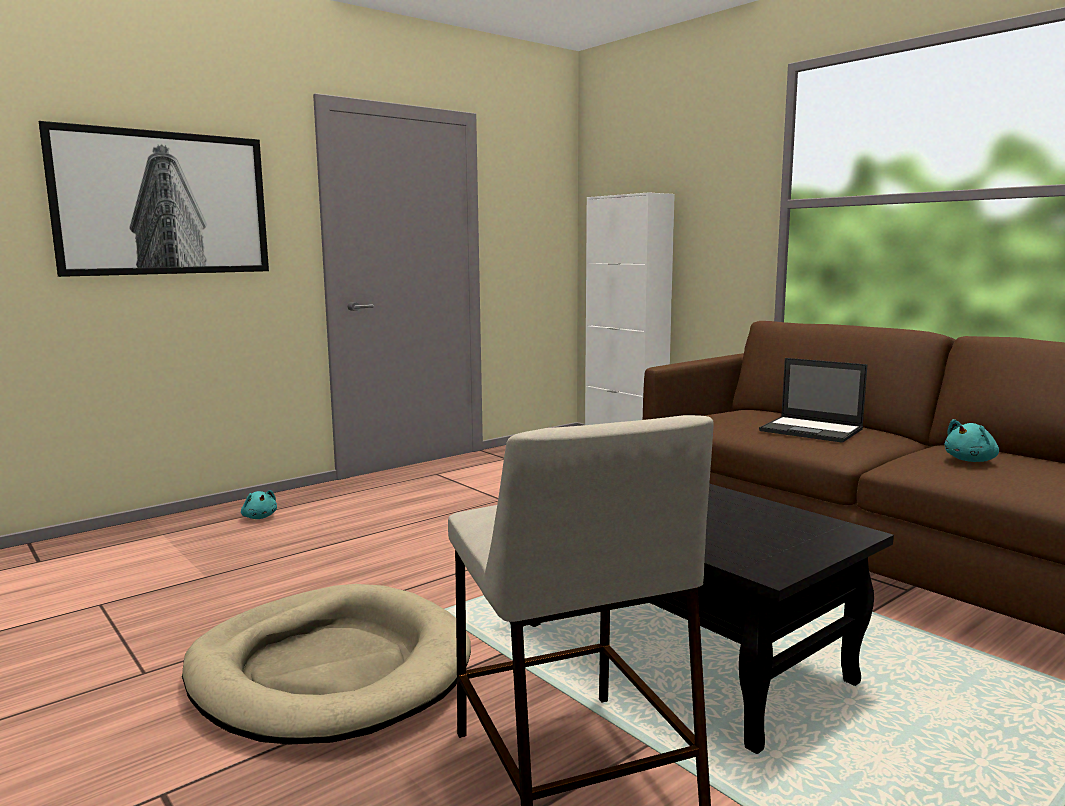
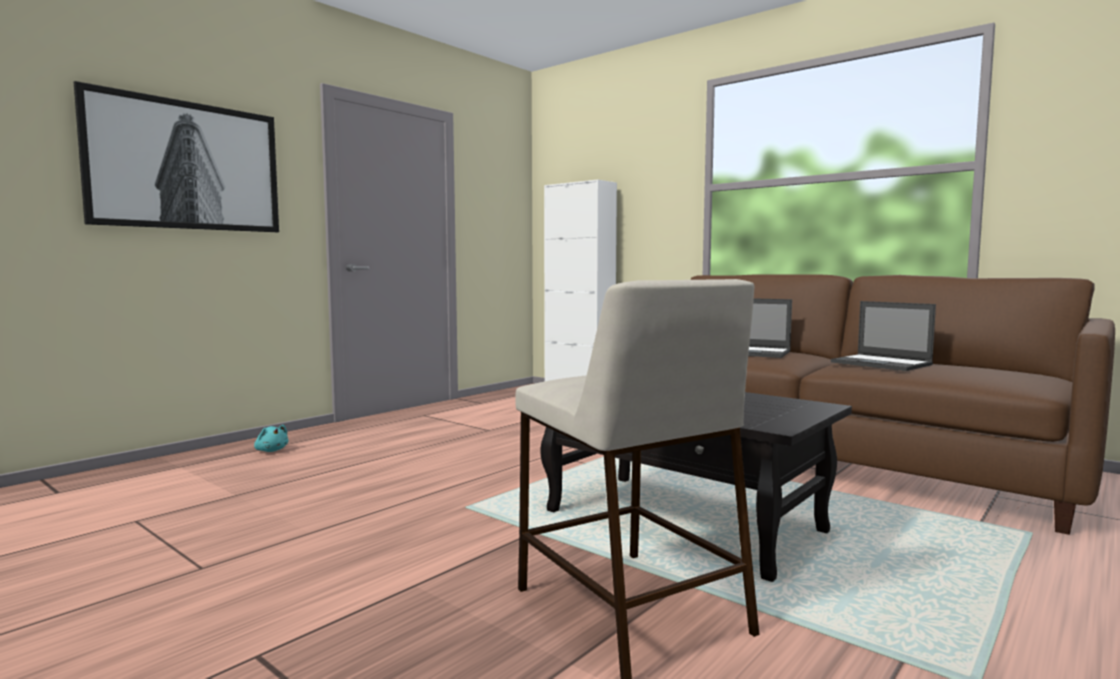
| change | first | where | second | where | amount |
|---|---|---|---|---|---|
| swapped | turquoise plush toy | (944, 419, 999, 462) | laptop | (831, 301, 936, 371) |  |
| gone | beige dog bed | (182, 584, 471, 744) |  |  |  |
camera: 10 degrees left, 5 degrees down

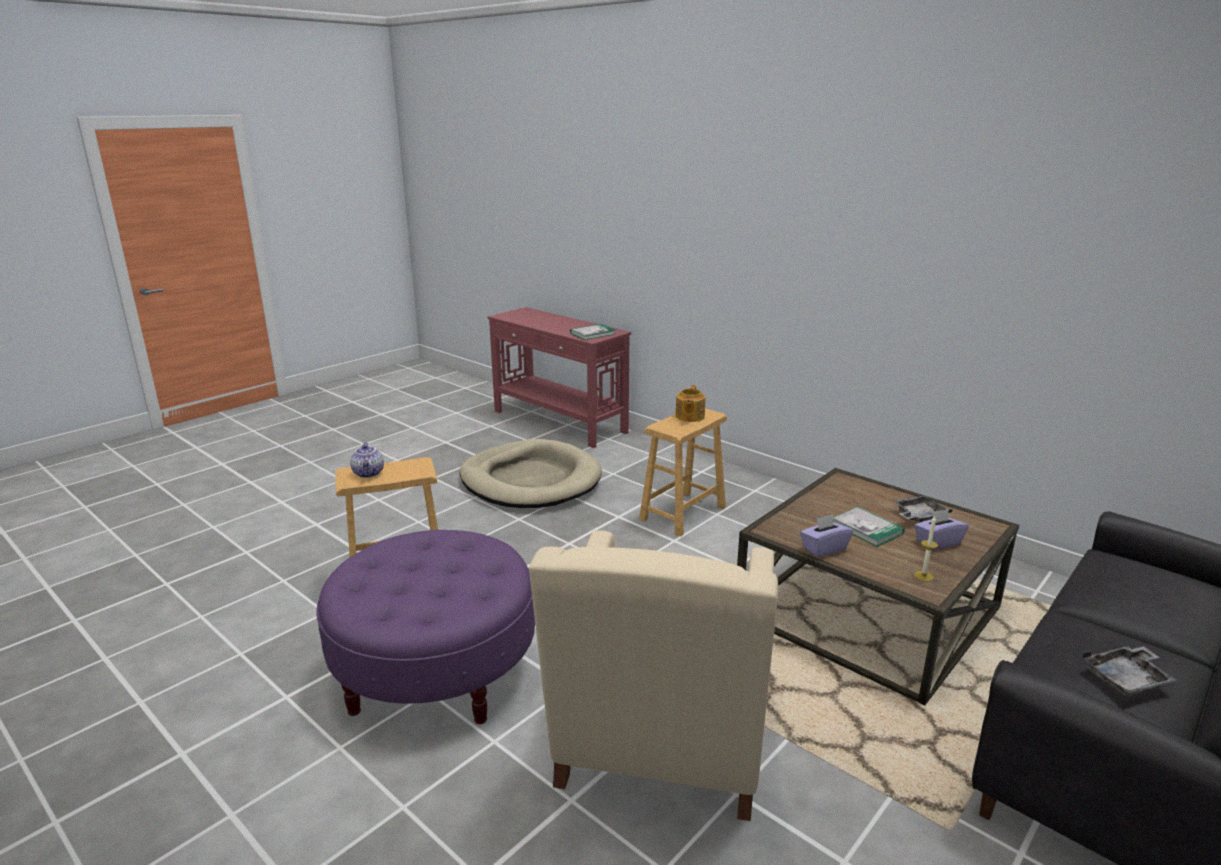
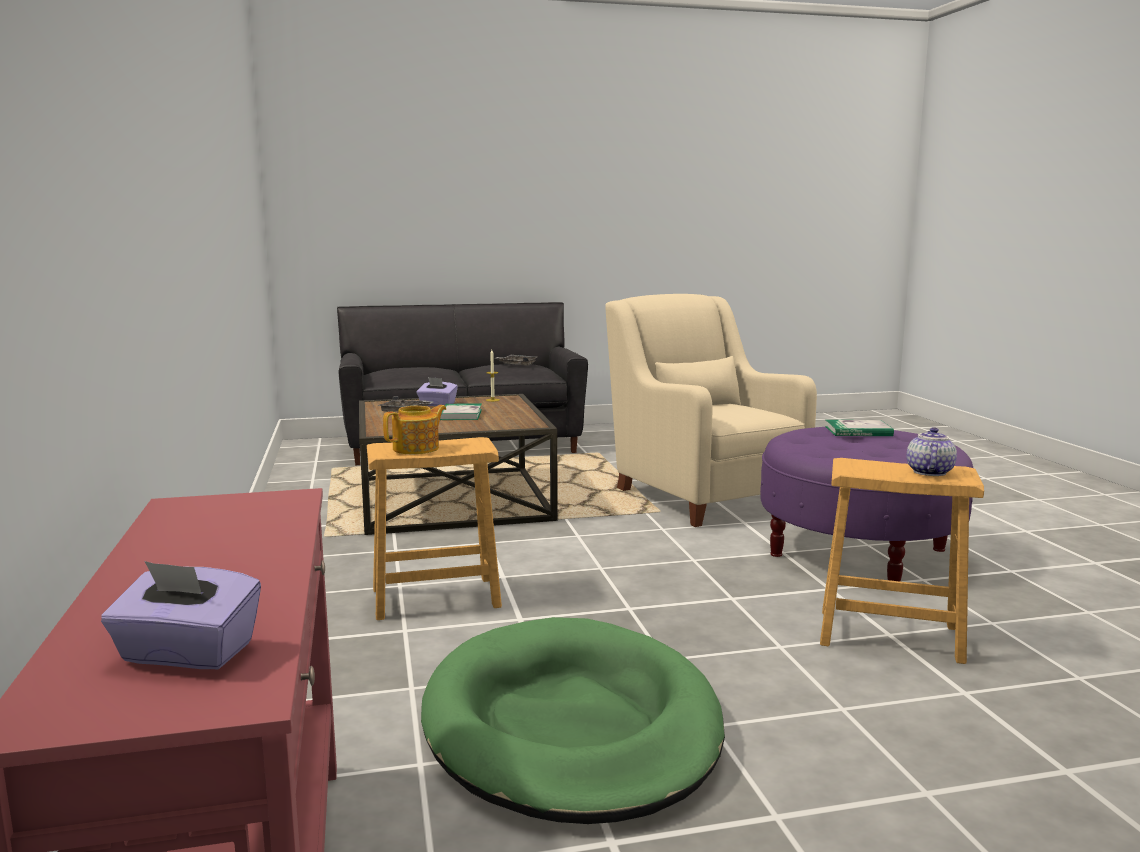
| change | first | where | second | where | amount |
|---|---|---|---|---|---|
| shifted | book | (570, 324, 615, 340) |  | (825, 420, 894, 436) |  |
| repainted | beige dog bed | (459, 439, 602, 508) | green dog bed | (421, 617, 725, 824) |  |
| shifted | purple tissue box | (800, 514, 853, 557) |  | (101, 561, 261, 669) |  |
| rotated | beige armchair | (529, 530, 778, 821) |  | (605, 294, 817, 527) | 75 degrees counterclockwise |
camera: 145 degrees left, 10 degrees down

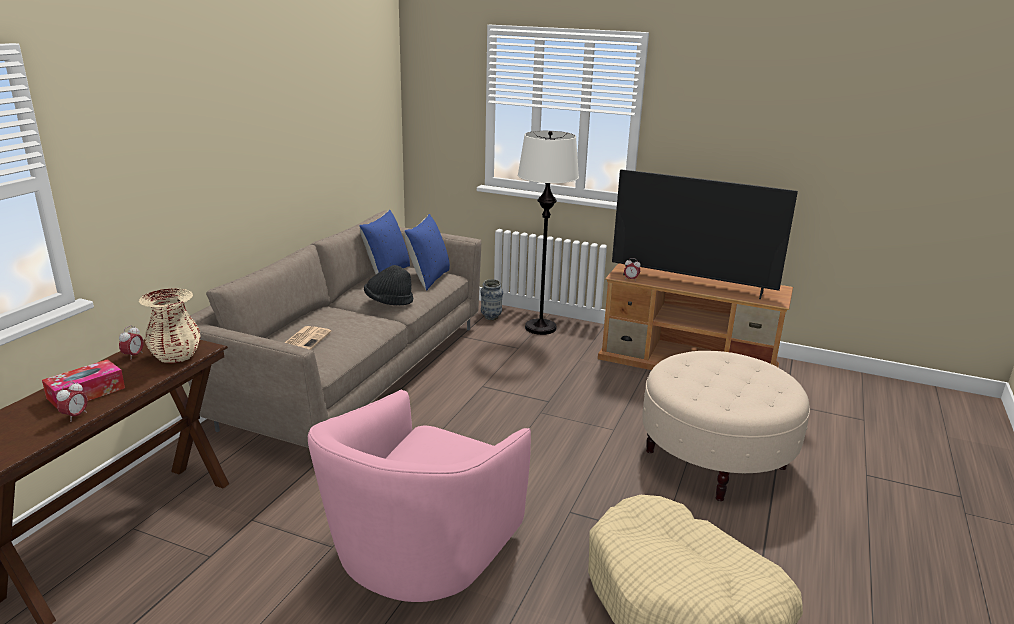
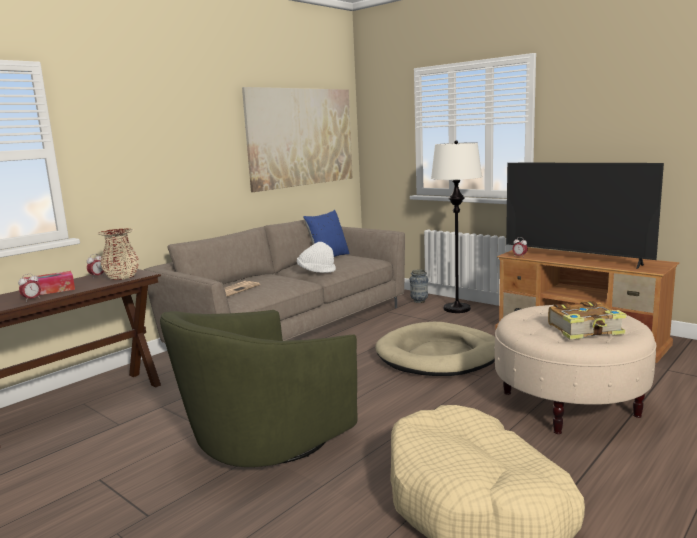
| change | first | where | second | where | amount |
|---|---|---|---|---|---|
| gone | blue pillow | (404, 214, 450, 291) |  |  |  |
| repainted | black hat | (364, 265, 413, 305) | white hat | (297, 242, 336, 273) |  |
| repainted | pink armchair | (308, 389, 531, 602) | green armchair | (160, 310, 358, 467) |  |
| new |  |  | picture | (242, 87, 353, 192) |  |
| new |  |  | book | (548, 301, 626, 339) |  |
| new |  |  | beige dog bed | (375, 322, 495, 376) |  |
camera: 20 degrees right, 10 degrees down

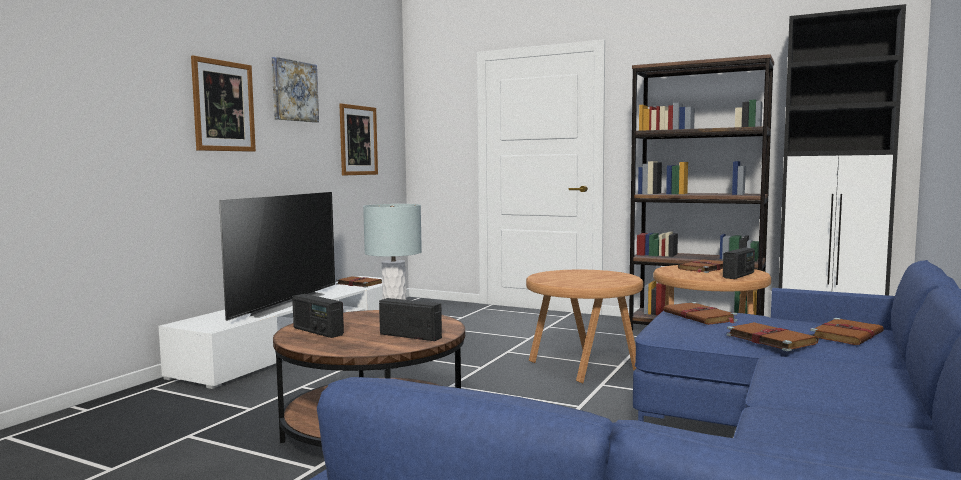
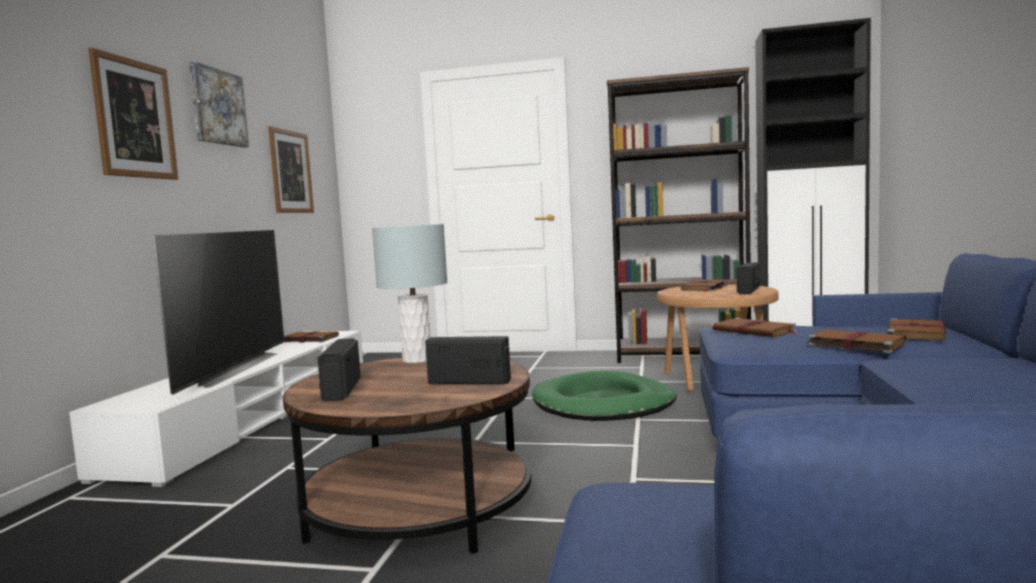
| change | first | where | second | where | amount |
|---|---|---|---|---|---|
| swapped | brown side table | (526, 269, 644, 383) | green dog bed | (532, 370, 677, 421) |  |
| rotated | radio | (292, 294, 344, 338) |  | (317, 338, 361, 401) | 60 degrees clockwise |
camera: 15 degrees left, 0 degrees up

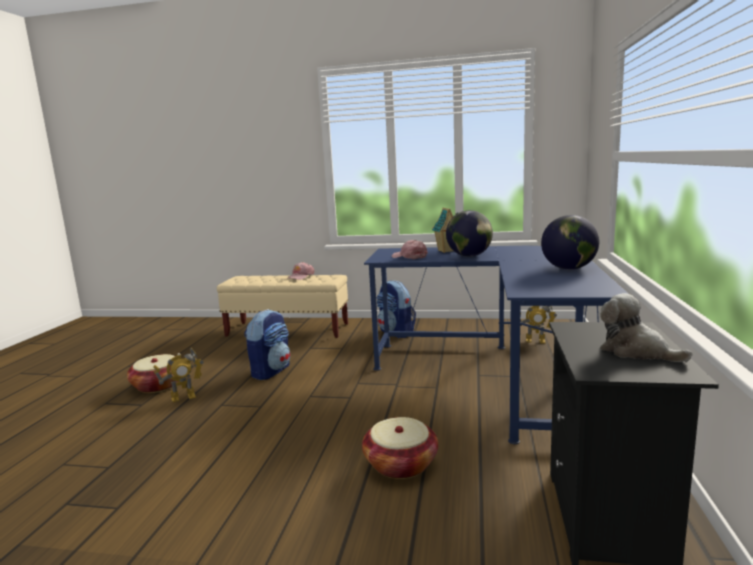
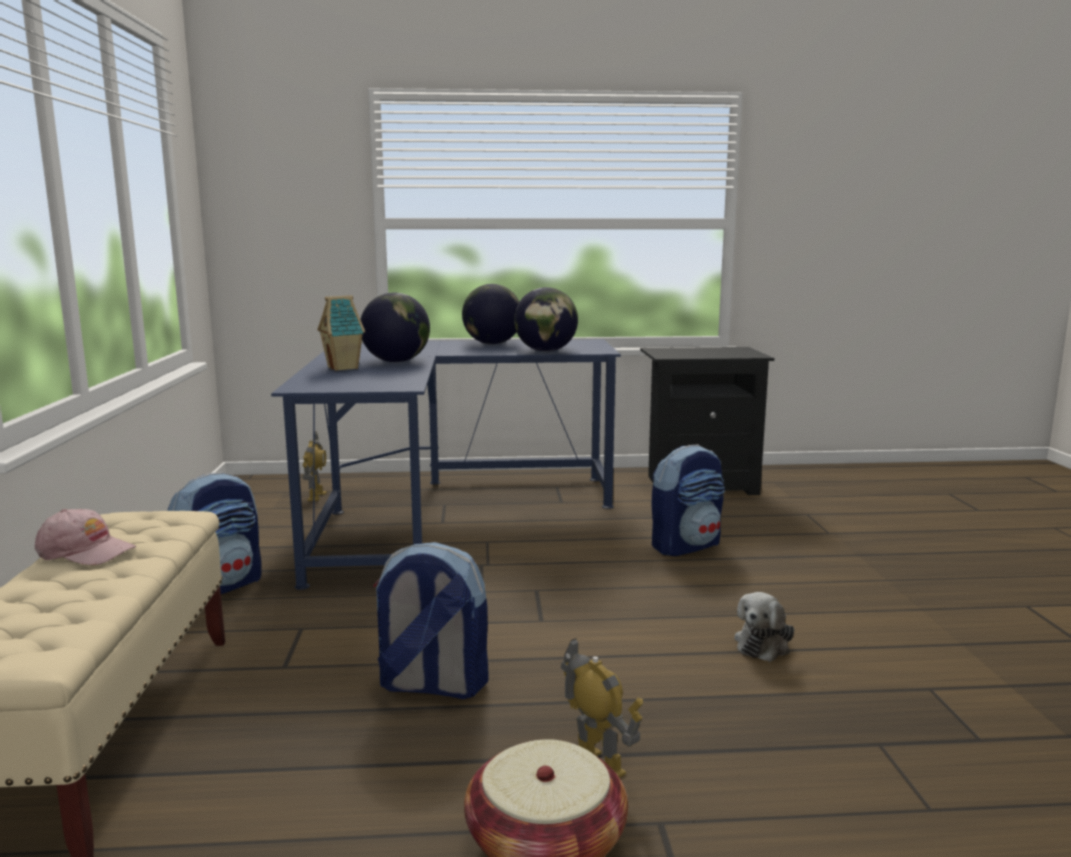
| change | first | where | second | where | amount |
|---|---|---|---|---|---|
| gone | pink cap | (392, 240, 428, 259) |  |  |  |
| shifted | plush toy | (600, 293, 692, 362) |  | (734, 592, 794, 662) |  |
| swapped | basket | (362, 417, 438, 479) | backpack | (652, 445, 725, 556) |  |
| new |  |  | globe | (514, 287, 578, 352) |  |
camera: 105 degrees left, 0 degrees up

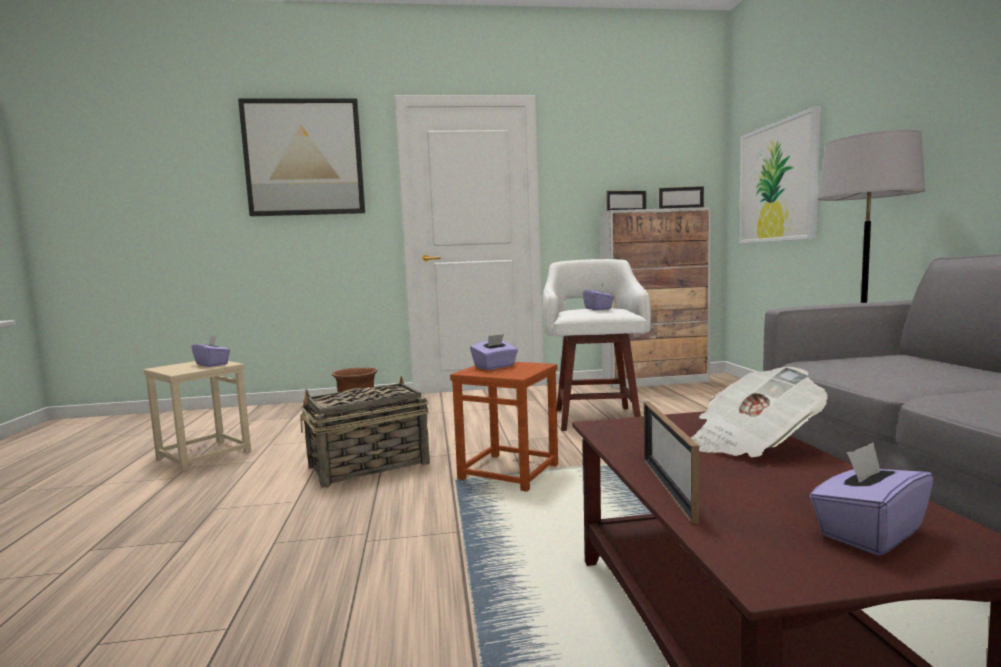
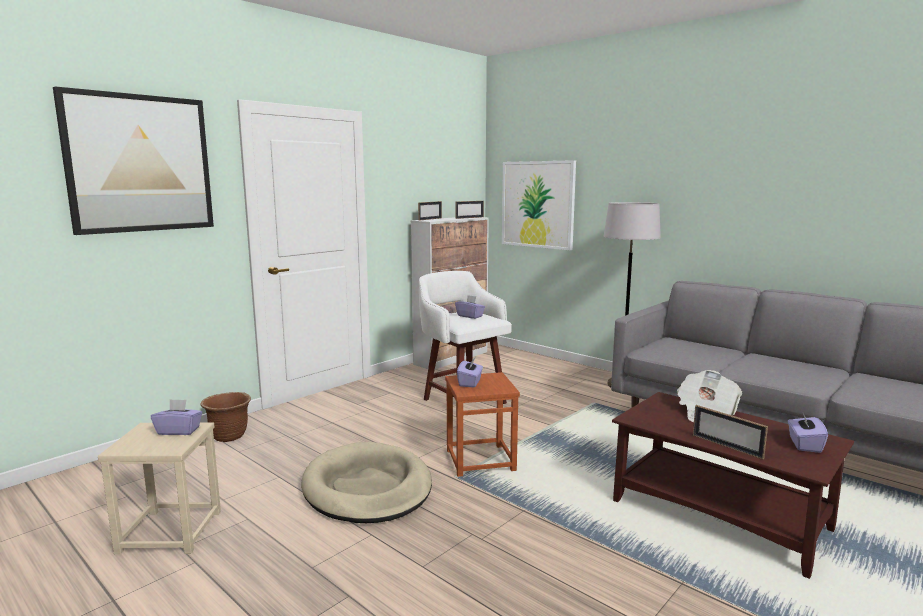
| change | first | where | second | where | amount |
|---|---|---|---|---|---|
| swapped | basket | (300, 376, 430, 488) | beige dog bed | (301, 442, 432, 523) |  |
camera: 40 degrees left, 5 degrees up

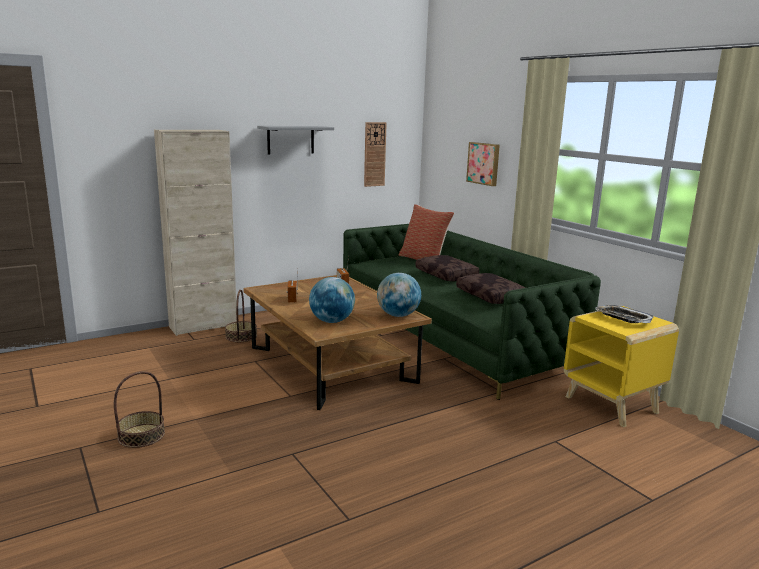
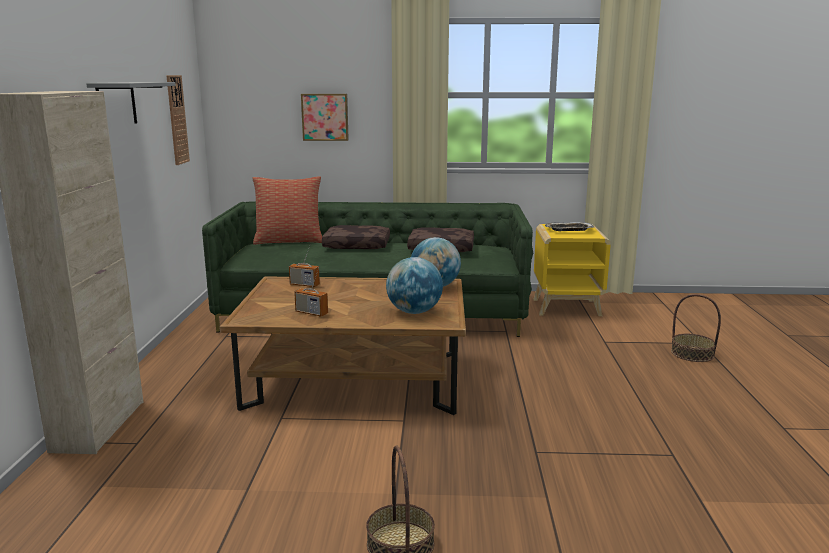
| change | first | where | second | where | amount |
|---|---|---|---|---|---|
| shifted | basket | (225, 290, 257, 342) |  | (671, 294, 721, 362) |  |
camera: 55 degrees left, 0 degrees up

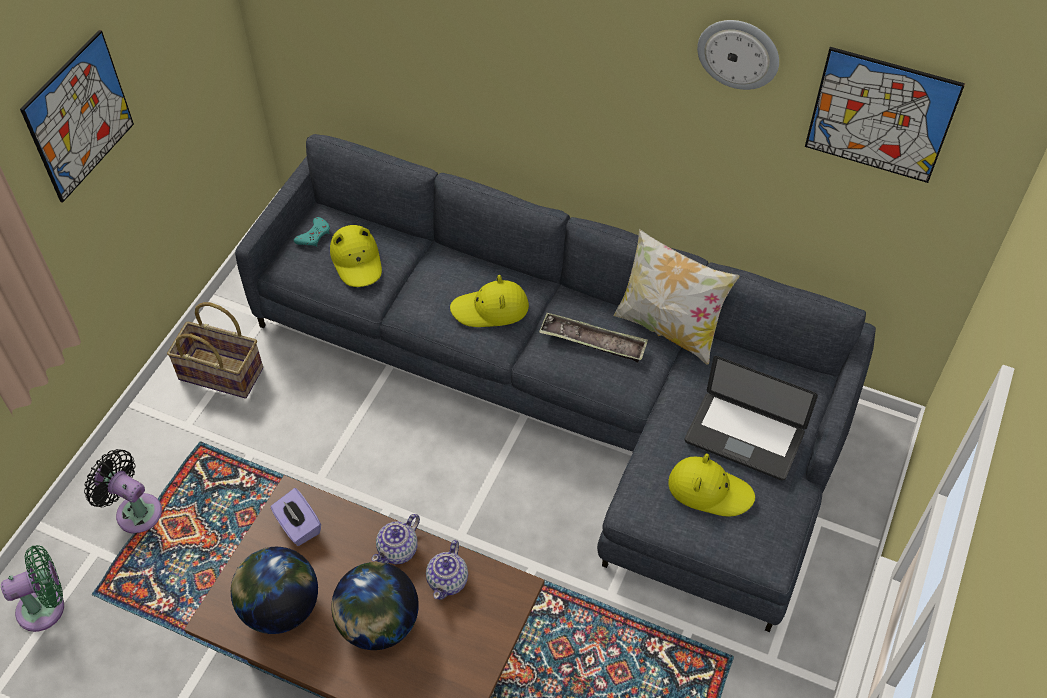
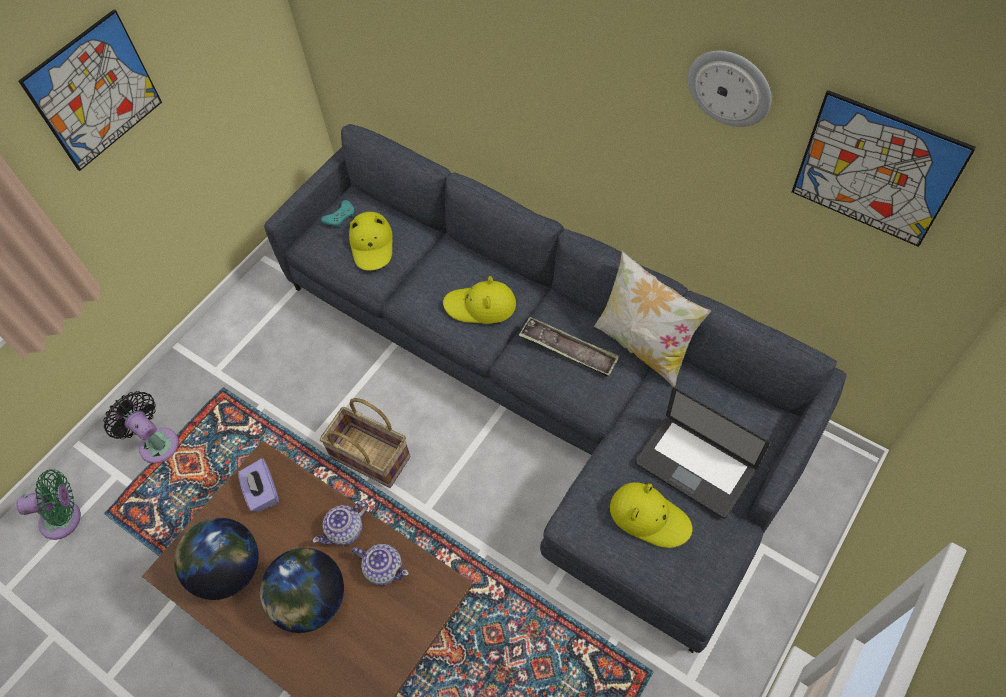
| change | first | where | second | where | amount |
|---|---|---|---|---|---|
| shifted | basket | (167, 302, 263, 398) |  | (320, 398, 411, 488) |  |
| rotated | teapot | (426, 540, 468, 600) |  | (352, 544, 409, 586) | 90 degrees counterclockwise |
camera: 15 degrees right, 5 degrees up

